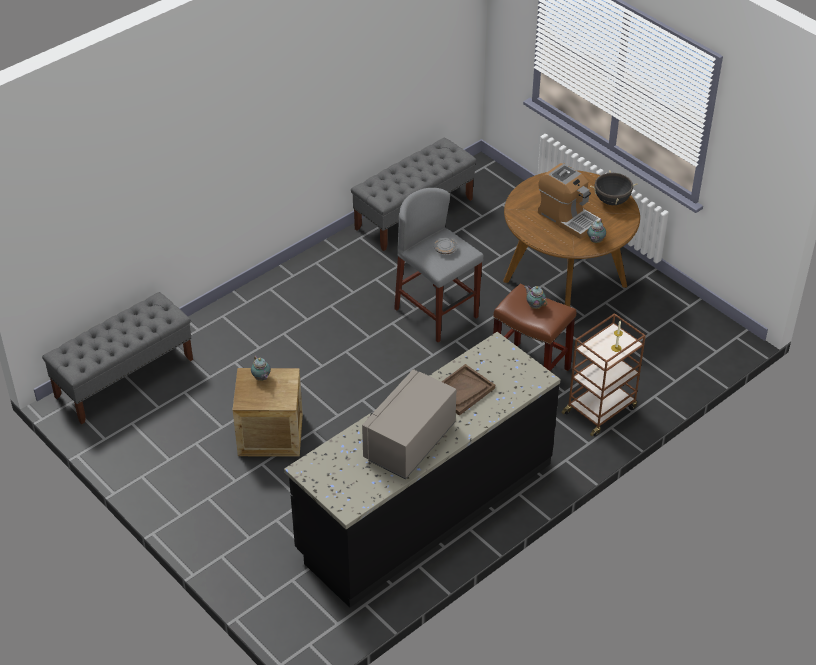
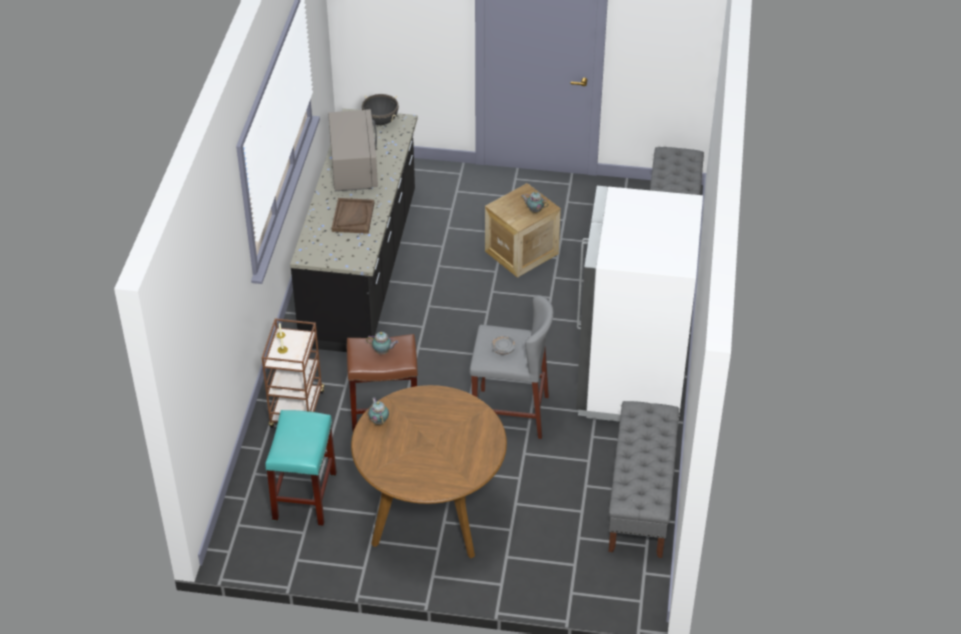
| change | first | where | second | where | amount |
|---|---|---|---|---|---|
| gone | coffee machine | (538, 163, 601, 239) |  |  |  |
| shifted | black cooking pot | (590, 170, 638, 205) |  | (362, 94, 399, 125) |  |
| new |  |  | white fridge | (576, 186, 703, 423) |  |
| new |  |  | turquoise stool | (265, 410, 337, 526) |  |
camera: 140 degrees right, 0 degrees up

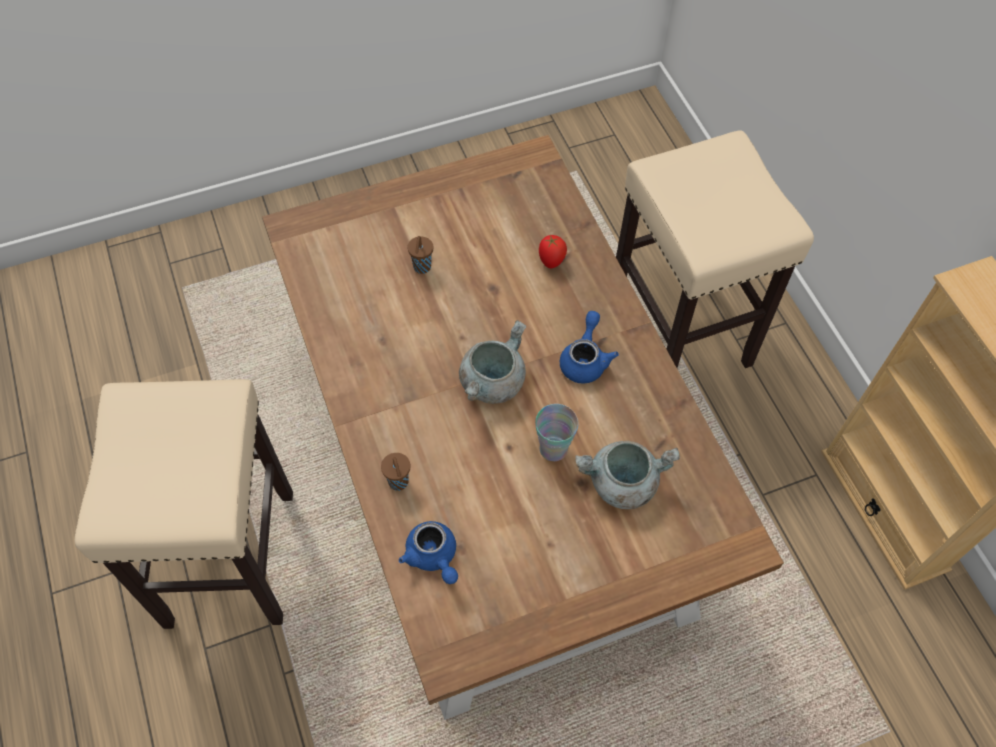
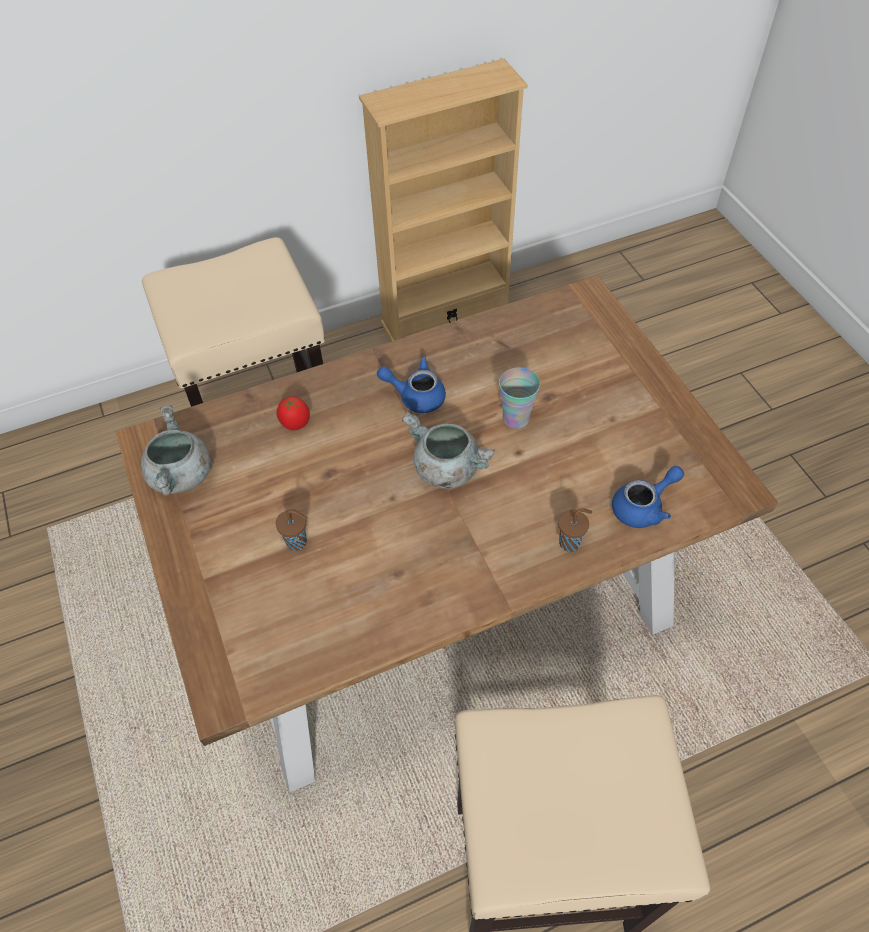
| change | first | where | second | where | amount |
|---|---|---|---|---|---|
| shifted | grey cooking pot | (575, 441, 680, 509) |  | (141, 406, 211, 496) |  |
camera: 90 degrees left, 5 degrees down

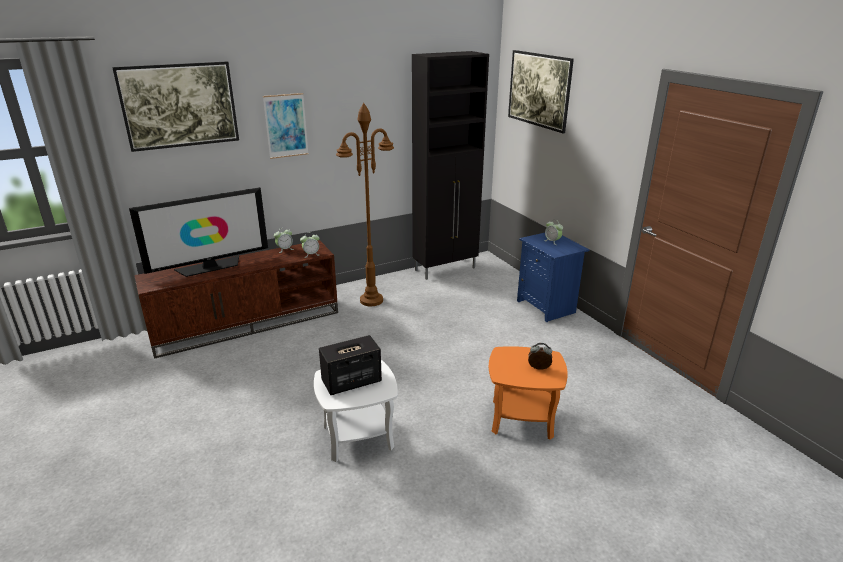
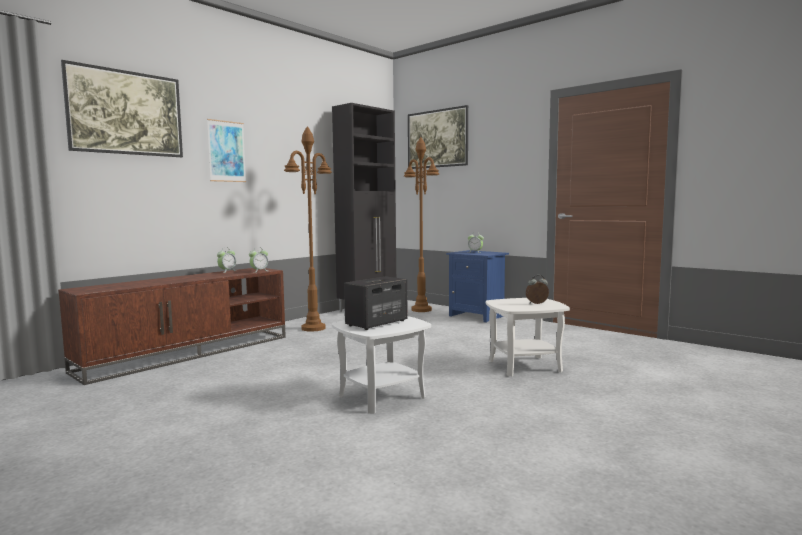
| change | first | where | second | where | amount |
|---|---|---|---|---|---|
| gone | television | (129, 187, 268, 277) |  |  |  |
| repainted | orange side table | (489, 346, 568, 440) | white side table | (486, 298, 570, 376) |  |
| new |  |  | brown floor lamp | (404, 137, 439, 312) |  |
camera: 20 degrees left, 20 degrees down

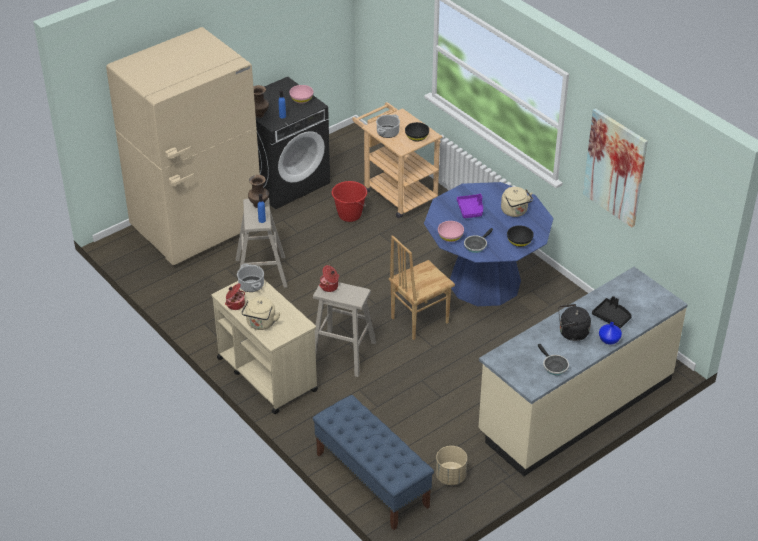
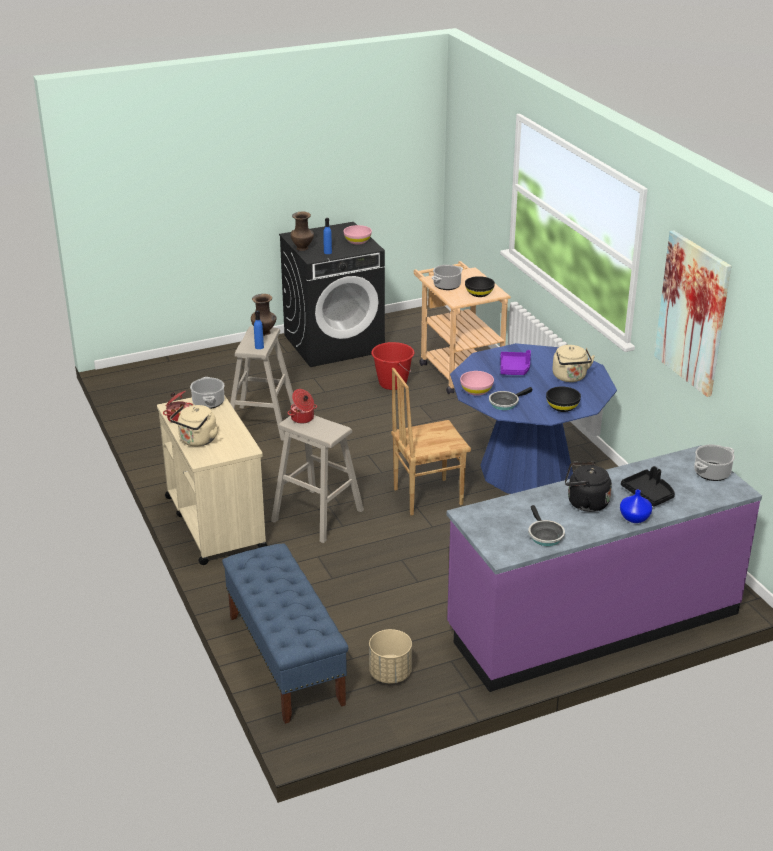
| change | first | where | second | where | amount |
|---|---|---|---|---|---|
| gone | beige fridge | (106, 27, 260, 265) |  |  |  |
| repainted | beige counter | (478, 267, 688, 476) | purple counter | (447, 445, 762, 692) |  |
| new |  |  | cooking pot | (694, 444, 735, 481) |  |
camera: 15 degrees right, 10 degrees down

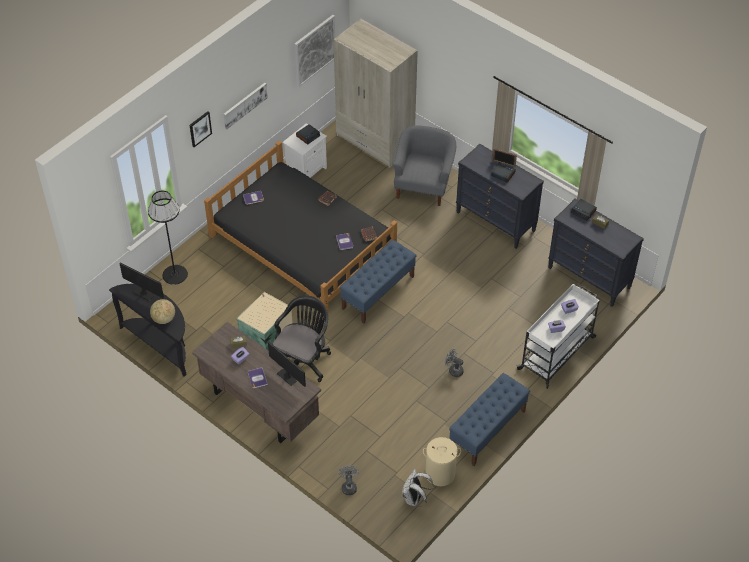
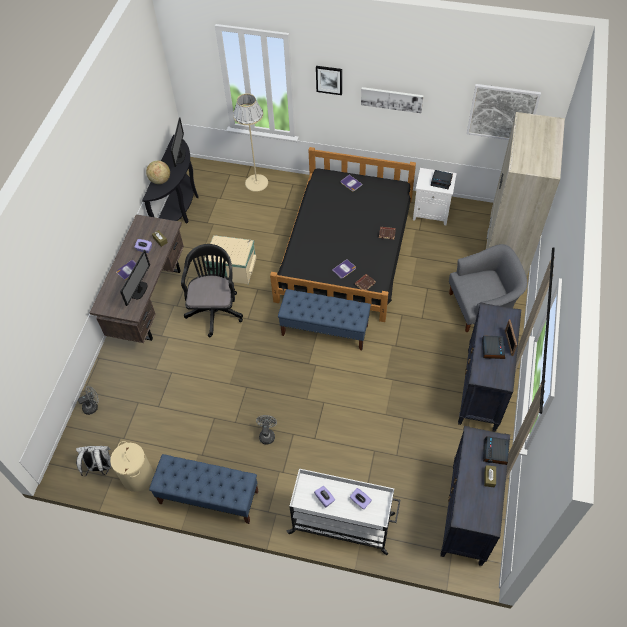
| change | first | where | second | where | amount |
|---|---|---|---|---|---|
| repainted | black floor lamp | (148, 191, 188, 285) | beige floor lamp | (233, 94, 268, 192) |  |
| rotated | black office chair | (273, 295, 331, 382) |  | (181, 244, 243, 337) | 90 degrees counterclockwise |
camera: 65 degrees right, 5 degrees up

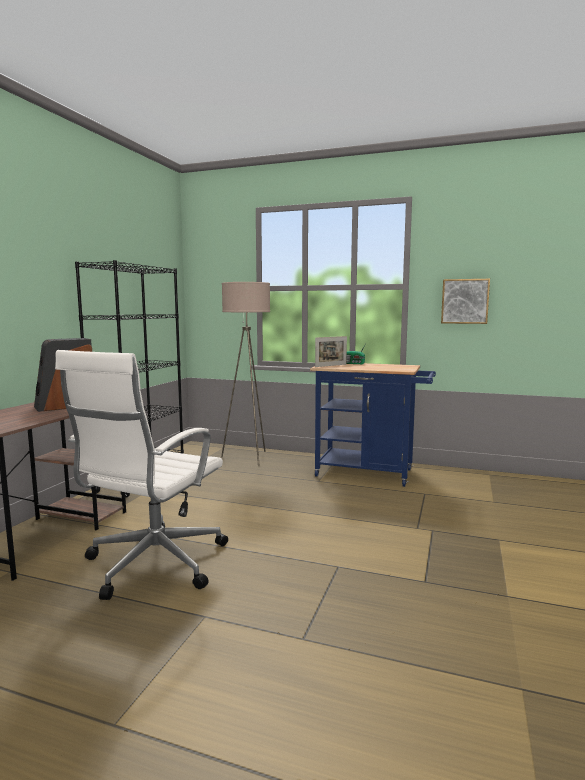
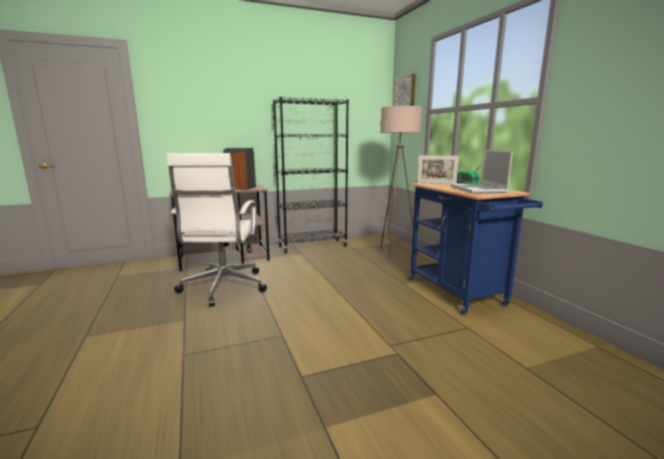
| change | first | where | second | where | amount |
|---|---|---|---|---|---|
| shifted | picture | (441, 279, 490, 324) |  | (394, 74, 416, 106) |  |
| rotated | white office chair | (55, 350, 228, 600) |  | (167, 153, 267, 306) | 75 degrees counterclockwise |
| new |  |  | laptop | (450, 150, 513, 194) |  |
camera: 50 degrees right, 5 degrees up

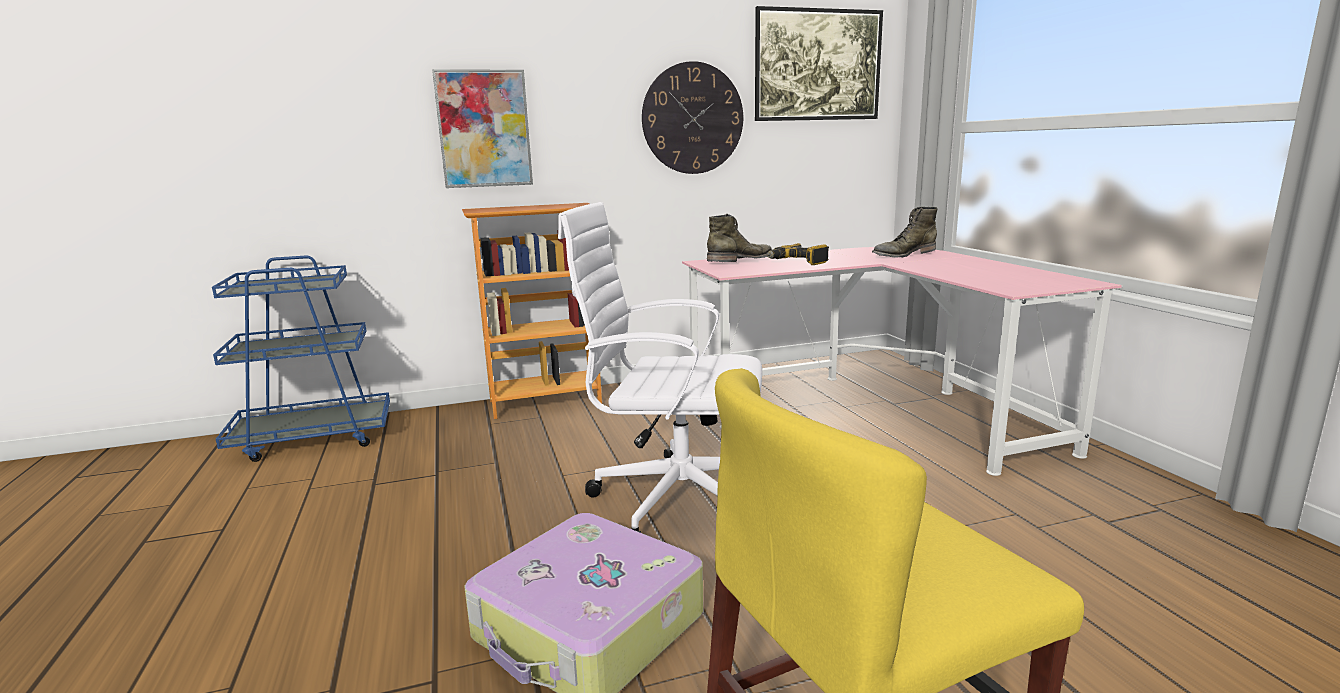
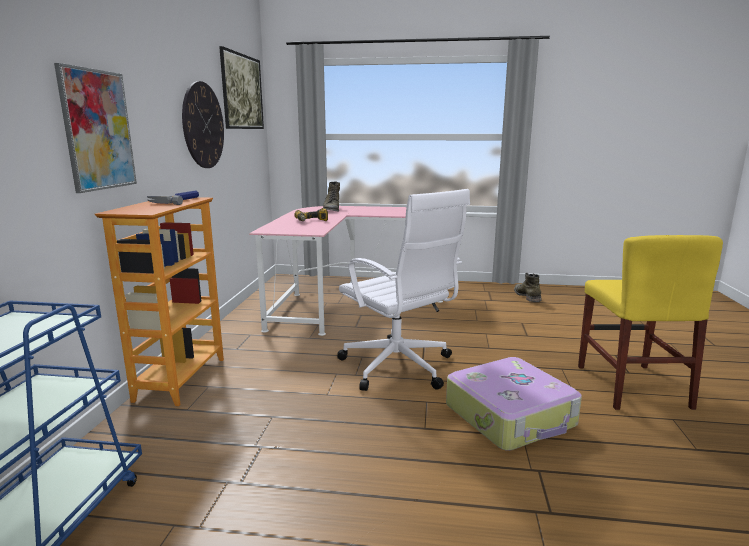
| change | first | where | second | where | amount |
|---|---|---|---|---|---|
| rotated | white office chair | (558, 202, 762, 533) |  | (337, 189, 470, 391) | 75 degrees counterclockwise |
| shifted | green boot | (707, 214, 772, 262) |  | (514, 273, 542, 302) |  |
| new |  |  | hammer | (147, 190, 199, 205) |  |
camera: 65 degrees left, 0 degrees up

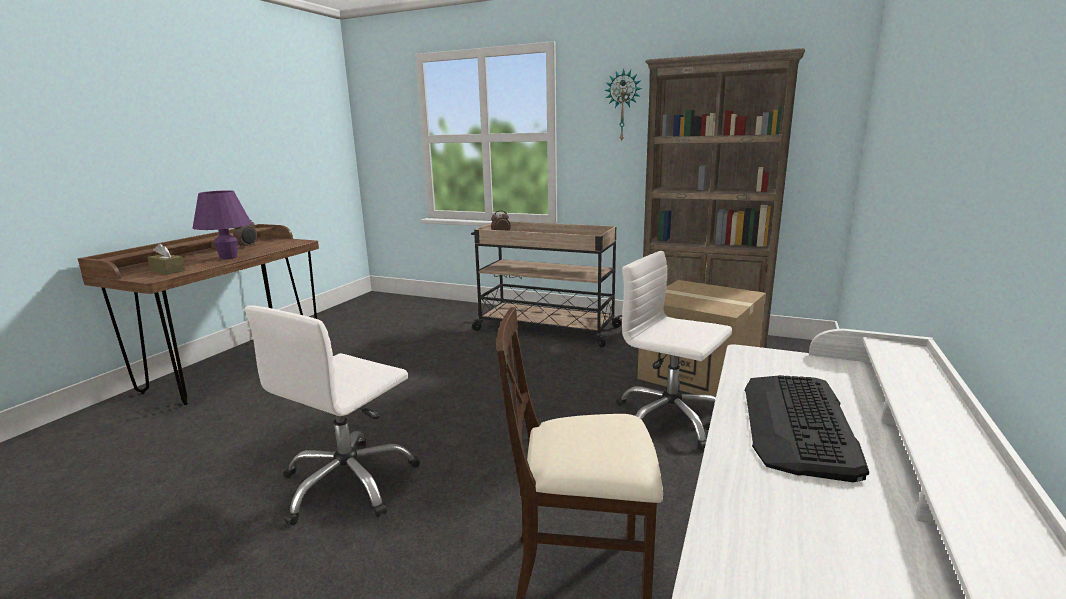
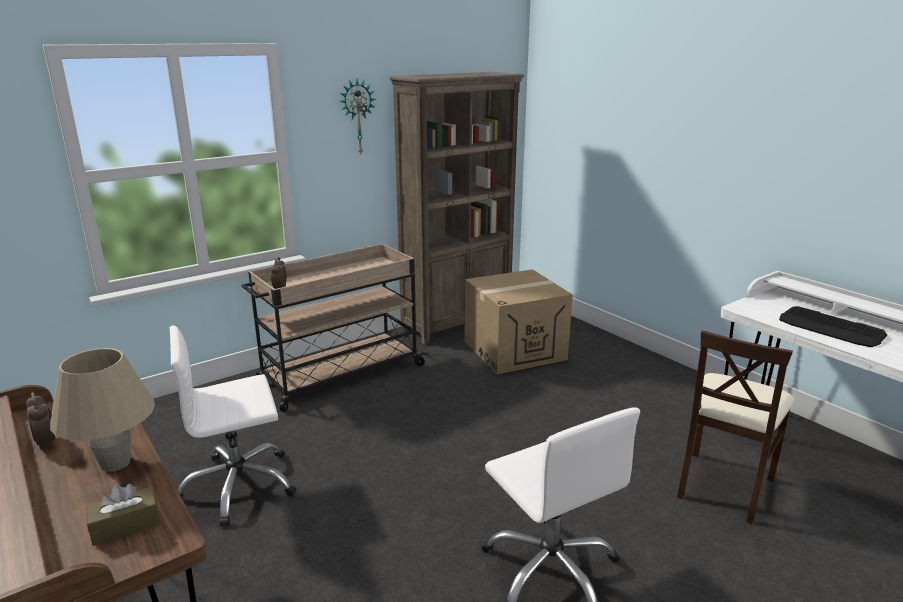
| change | first | where | second | where | amount |
|---|---|---|---|---|---|
| repainted | purple table lamp | (193, 190, 251, 260) | beige table lamp | (50, 348, 155, 472) |  |
| shifted | white office chair | (617, 251, 732, 450) |  | (170, 325, 296, 527) |  |
camera: 60 degrees left, 5 degrees up

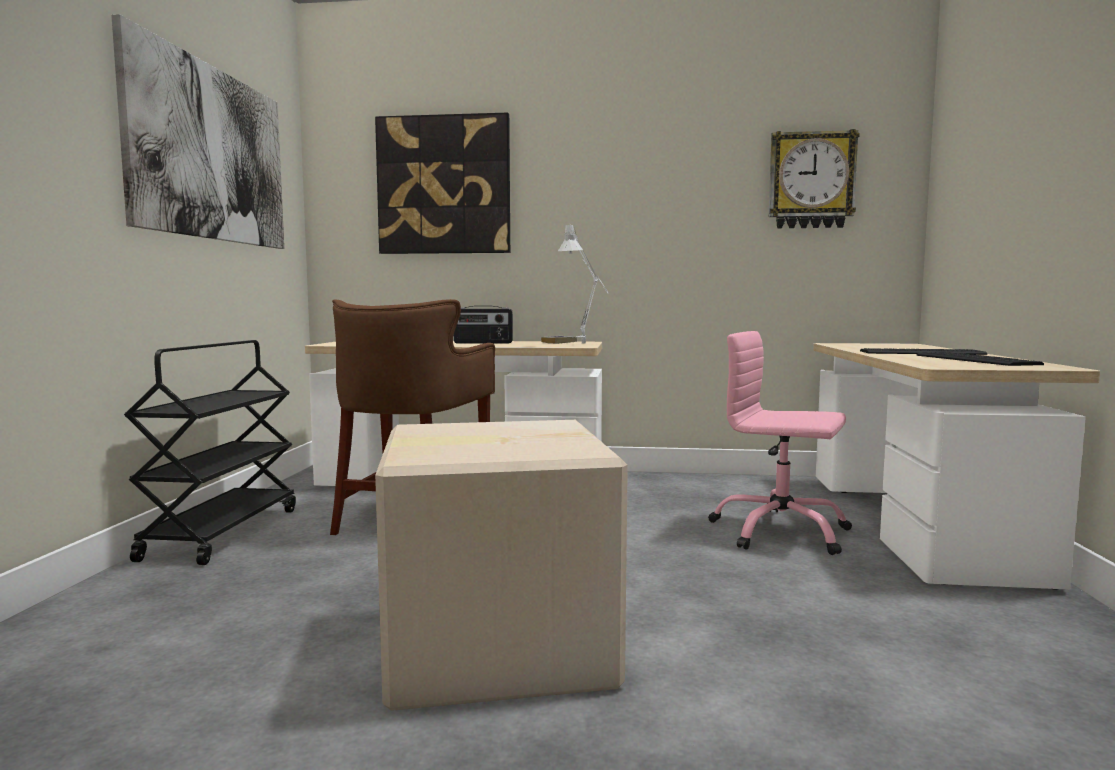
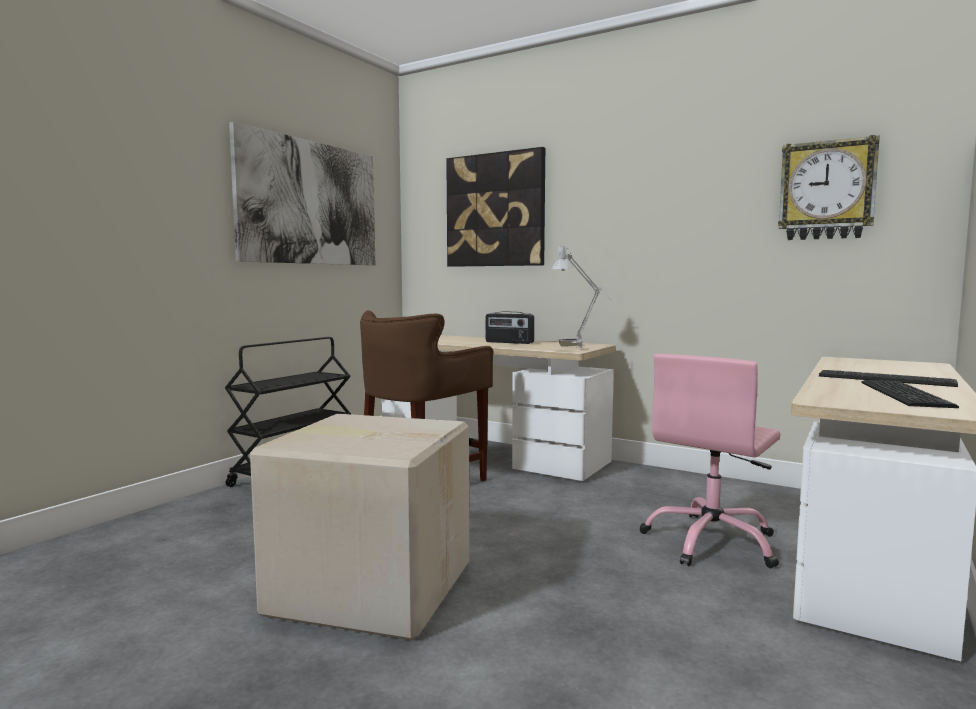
| change | first | where | second | where | amount |
|---|---|---|---|---|---|
| rotated | pink office chair | (708, 331, 852, 555) |  | (639, 354, 781, 568) | 105 degrees counterclockwise |
camera: 25 degrees right, 0 degrees up

